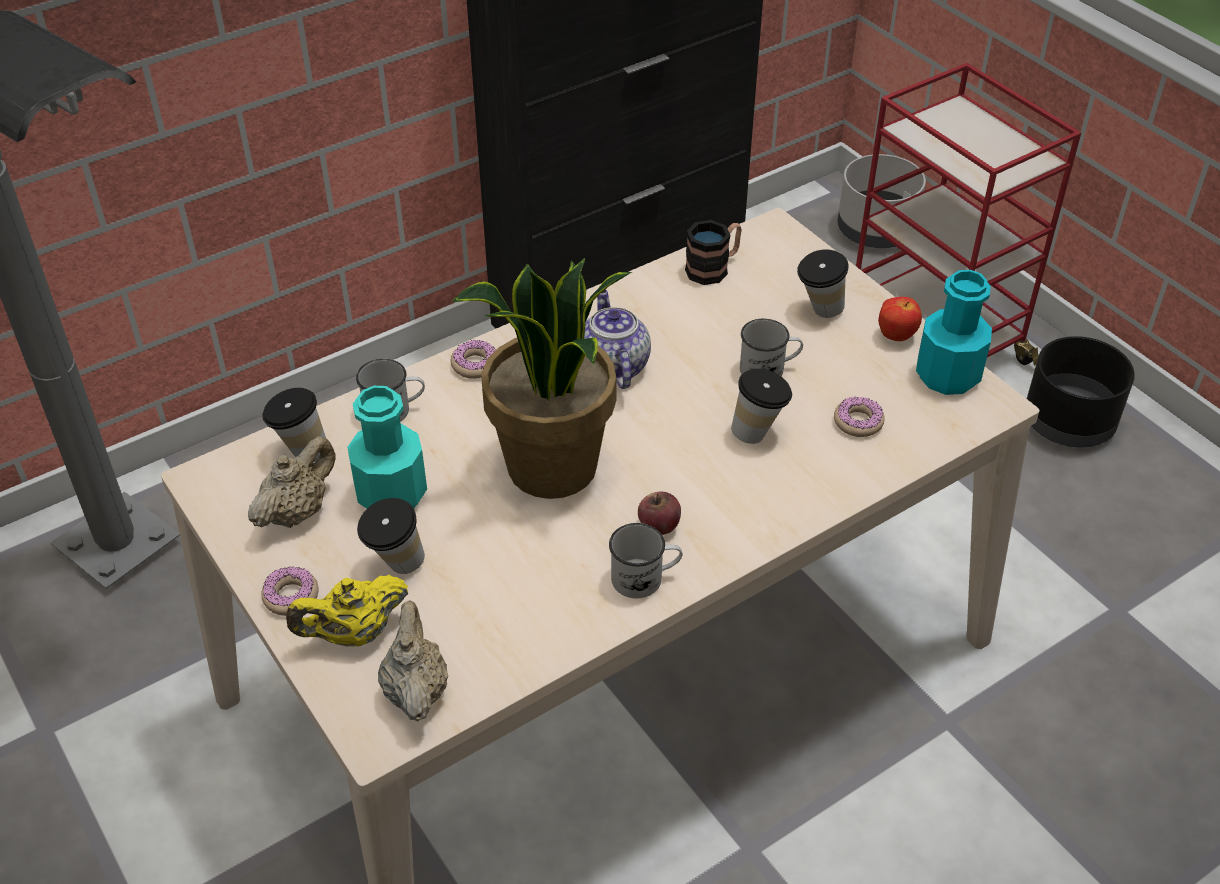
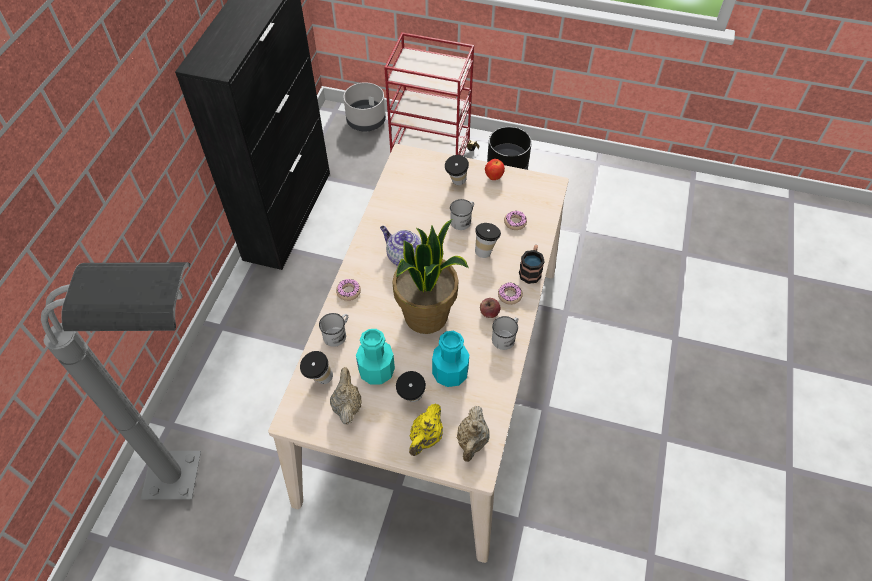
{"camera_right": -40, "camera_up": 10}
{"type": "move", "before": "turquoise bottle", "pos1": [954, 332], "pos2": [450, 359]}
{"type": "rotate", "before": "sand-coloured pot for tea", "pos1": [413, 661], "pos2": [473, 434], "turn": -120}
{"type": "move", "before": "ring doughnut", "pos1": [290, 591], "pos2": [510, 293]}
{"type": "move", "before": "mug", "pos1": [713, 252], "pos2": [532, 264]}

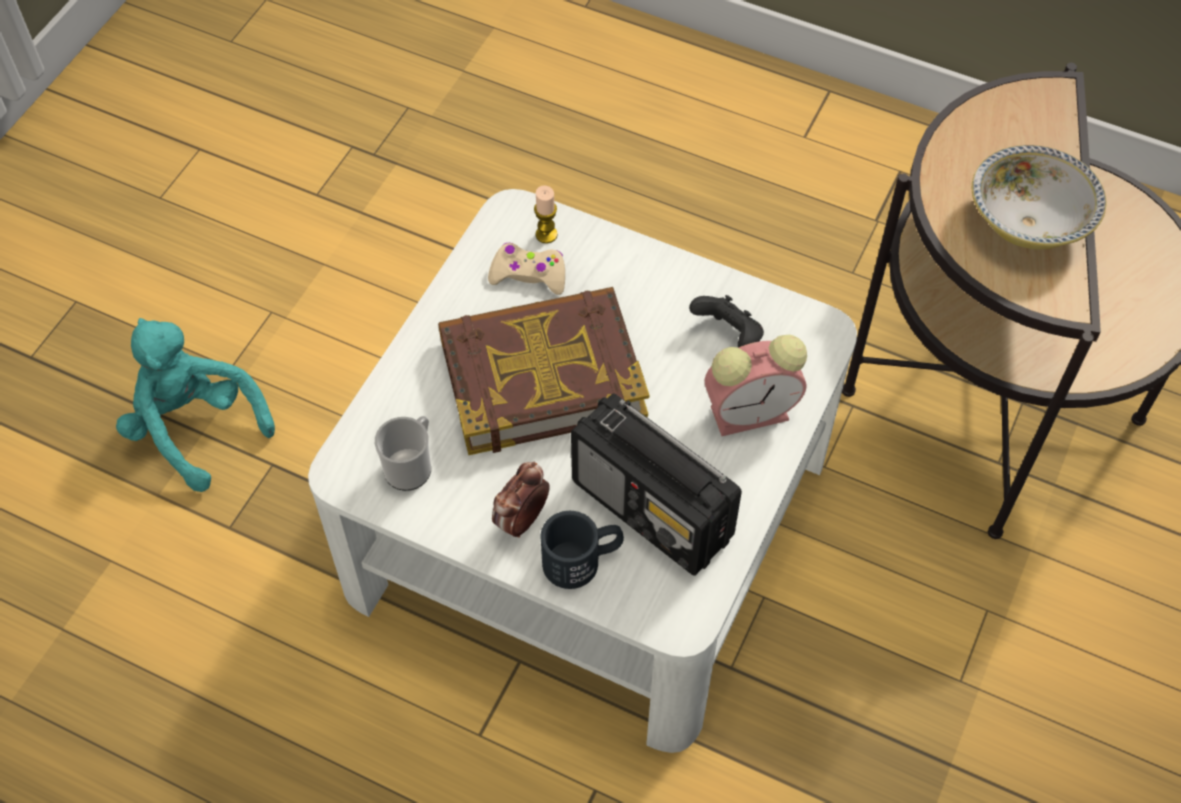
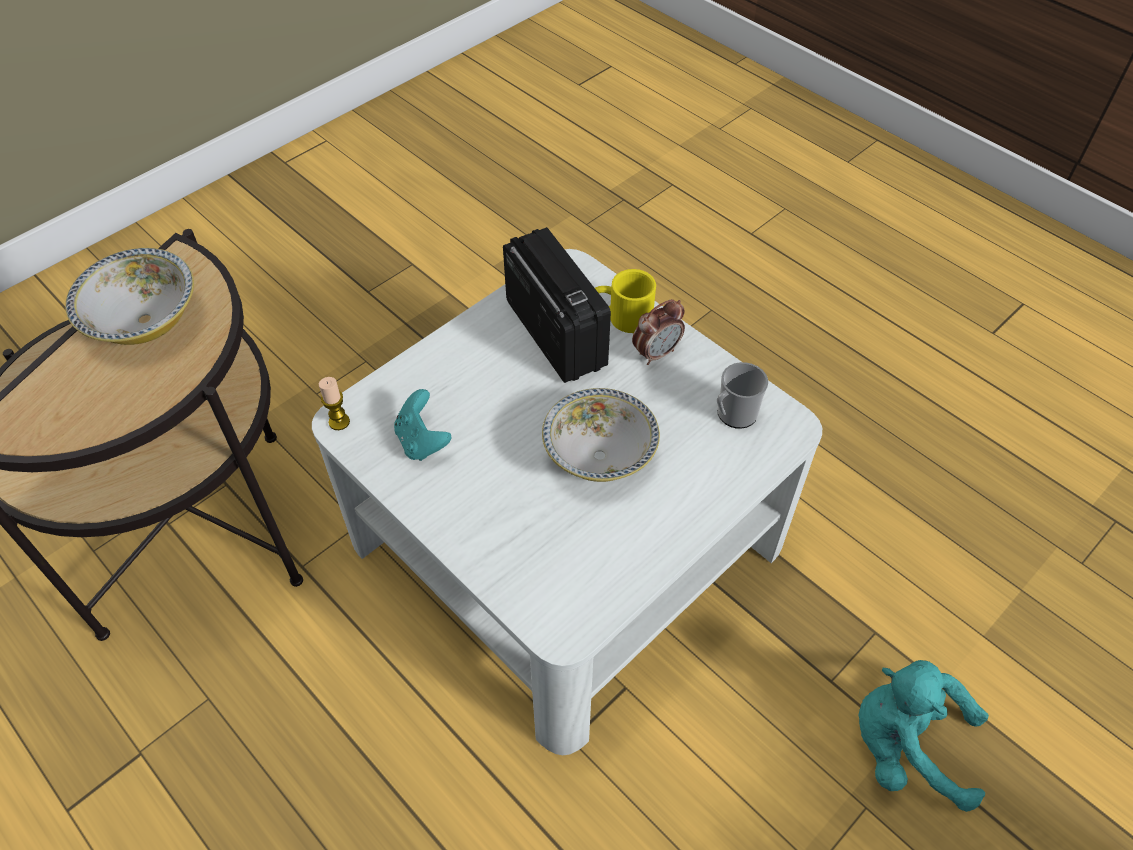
{"camera_right": -160, "camera_up": -5}
{"type": "move", "before": "wax candle", "pos1": [546, 214], "pos2": [334, 403]}
{"type": "recolor", "before": "blackish joypad", "after": "turquoise joypad", "pos1": [726, 321], "pos2": [423, 425]}
{"type": "replace", "before": "book", "after": "serving bowl", "pos1": [543, 371], "pos2": [601, 435]}
{"type": "recolor", "before": "blackish mug", "after": "yellow-coloured mug", "pos1": [582, 550], "pos2": [625, 301]}
{"type": "rotate", "before": "turquoise cuddly toy", "pos1": [195, 405], "pos2": [923, 736], "turn": 135}
{"type": "delete", "before": "sand-coloured joypad", "pos1": [526, 269]}
{"type": "delete", "before": "bedside clock", "pos1": [756, 385]}

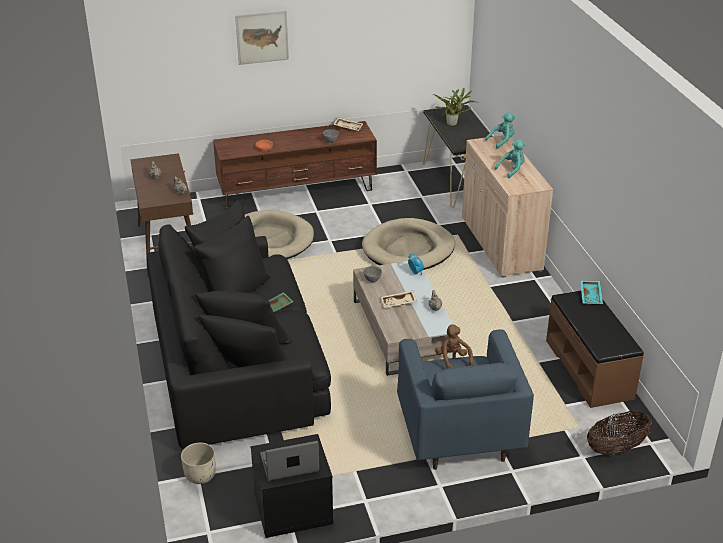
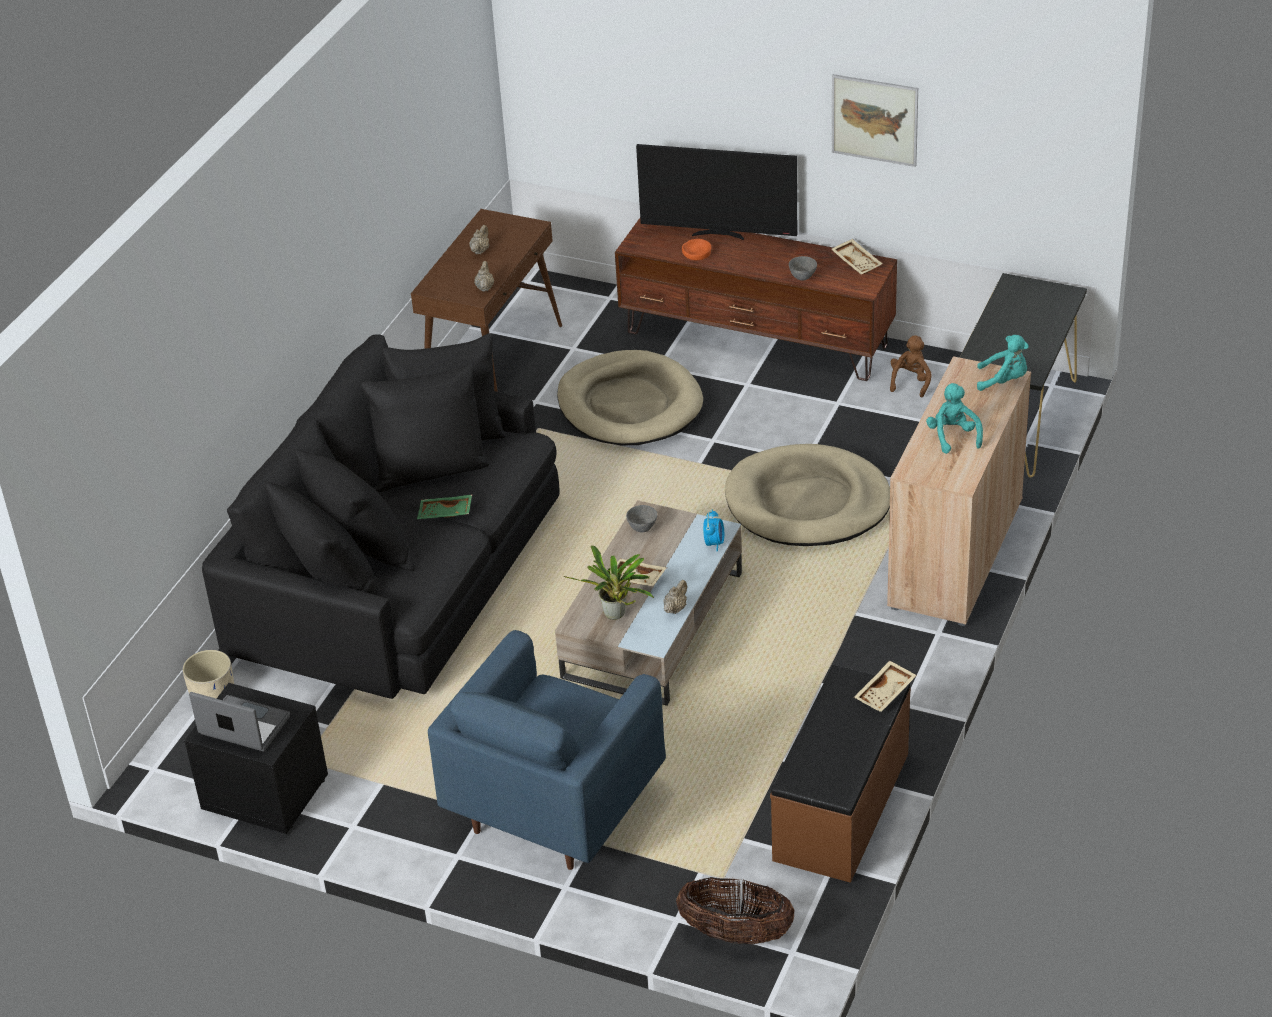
{"camera_right": 40, "camera_up": 5}
{"type": "move", "before": "potted plant", "pos1": [455, 107], "pos2": [609, 582]}
{"type": "insert", "after": "TV", "pos2": [716, 192]}
{"type": "move", "before": "wall art", "pos1": [262, 38], "pos2": [875, 120]}
{"type": "recolor", "before": "turquoise carrying tray", "after": "sand-coloured carrying tray", "pos1": [591, 292], "pos2": [885, 686]}
{"type": "move", "before": "brown-coloured cuddly toy", "pos1": [454, 346], "pos2": [911, 366]}
{"type": "rotate", "before": "turquoise cuddly toy", "pos1": [510, 159], "pos2": [954, 418], "turn": -105}

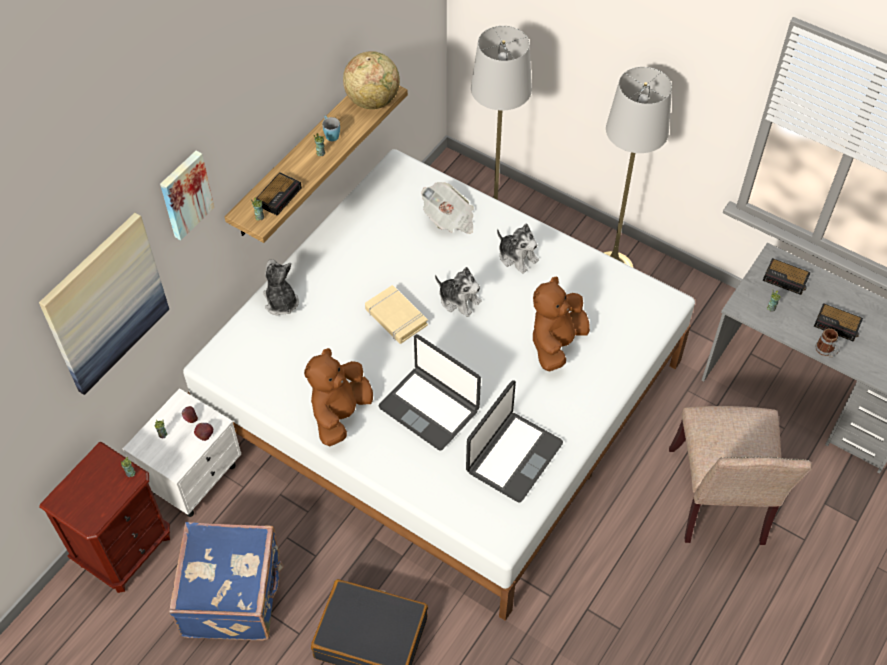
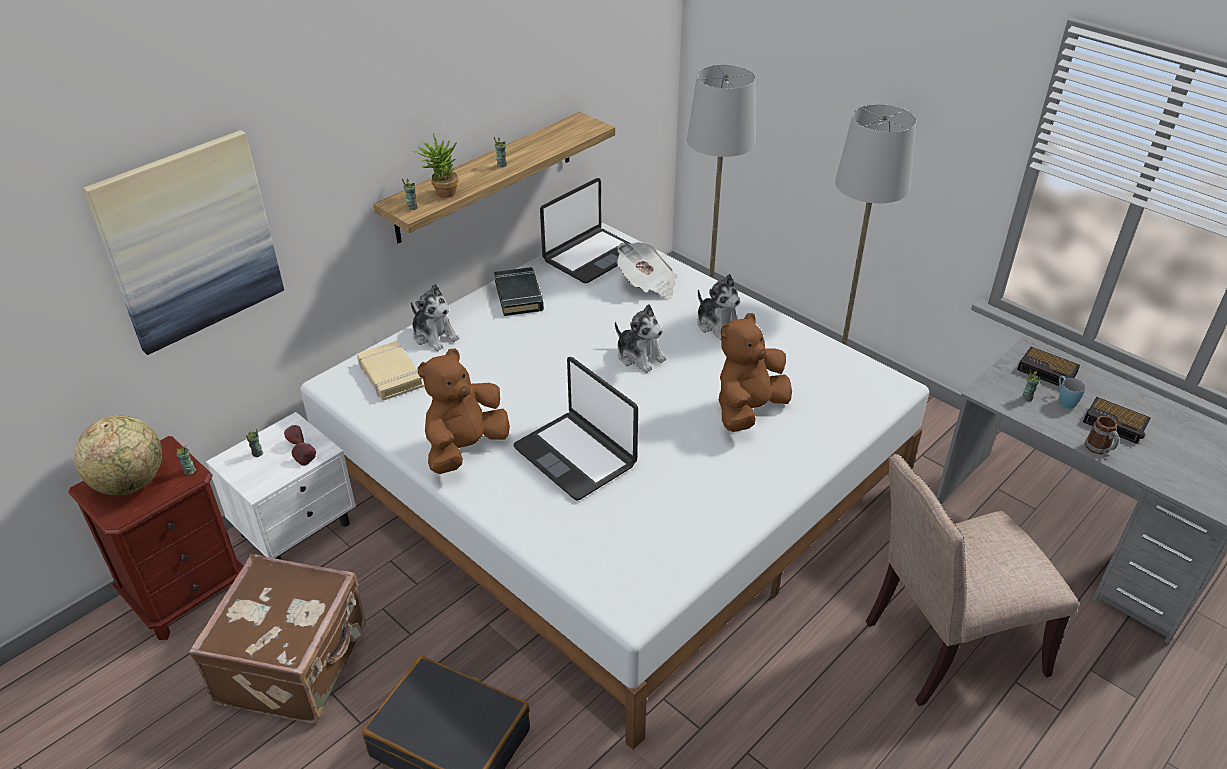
{"camera_right": 10, "camera_up": -15}
{"type": "move", "before": "world globe", "pos1": [371, 80], "pos2": [118, 455]}
{"type": "recolor", "before": "blue-coloured piece of luggage", "after": "brown-coloured piece of luggage", "pos1": [226, 581], "pos2": [277, 638]}
{"type": "move", "before": "sand-coloured book", "pos1": [396, 314], "pos2": [390, 371]}
{"type": "rotate", "before": "cuddly toy", "pos1": [281, 287], "pos2": [435, 317], "turn": 150}
{"type": "replace", "before": "bedside clock", "after": "potted plant", "pos1": [279, 194], "pos2": [435, 166]}
{"type": "insert", "after": "blackish book", "pos2": [519, 291]}
{"type": "move", "before": "notebook computer", "pos1": [514, 441], "pos2": [586, 230]}
{"type": "rotate", "before": "sand-coloured plain chair", "pos1": [740, 475], "pos2": [972, 580], "turn": 60}
{"type": "move", "before": "blue-coloured mug", "pos1": [331, 128], "pos2": [1072, 392]}
{"type": "delete", "before": "wall art", "pos1": [187, 195]}

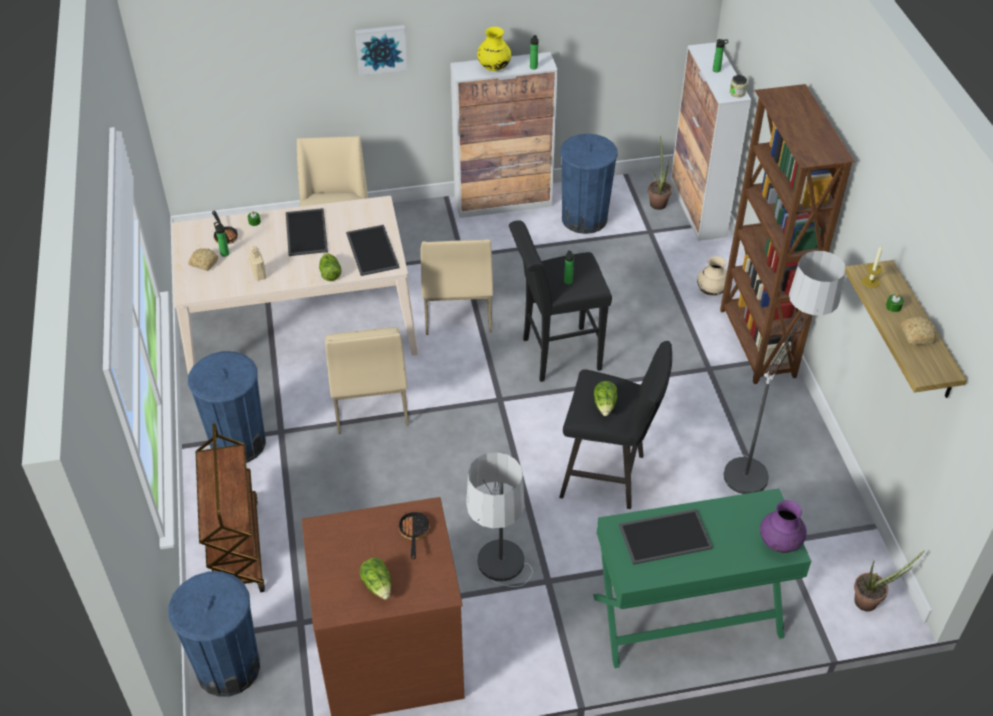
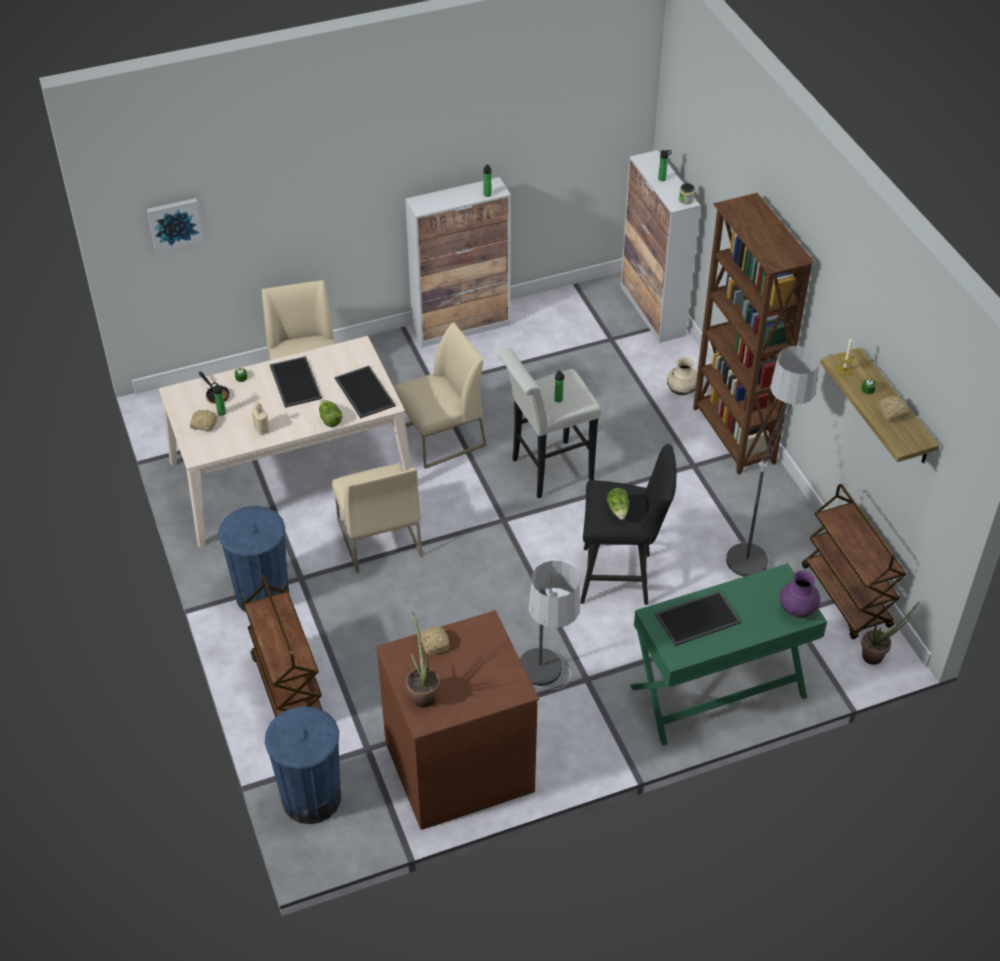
{"camera_right": -10, "camera_up": 0}
{"type": "move", "before": "wall art", "pos1": [381, 50], "pos2": [175, 225]}
{"type": "rotate", "before": "sand-coloured plain chair", "pos1": [456, 287], "pos2": [440, 395], "turn": -105}
{"type": "move", "before": "potted plant", "pos1": [660, 173], "pos2": [423, 660]}
{"type": "insert", "after": "bread", "pos2": [435, 640]}
{"type": "recolor", "before": "blackish stool seat", "after": "white-coloured stool seat", "pos1": [560, 301], "pos2": [549, 423]}
{"type": "insert", "after": "brown-coloured cart", "pos2": [854, 561]}
{"type": "delete", "before": "head of lettuce", "pos1": [375, 578]}
{"type": "delete", "before": "skillet", "pos1": [414, 535]}
{"type": "delete", "before": "yellow-coloured vase", "pos1": [494, 49]}
{"type": "delete", "before": "blue-coloured rubbish bin", "pos1": [589, 184]}

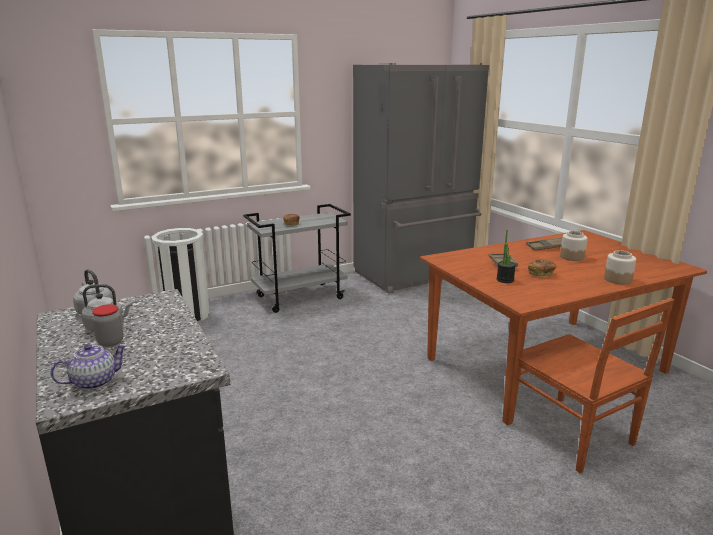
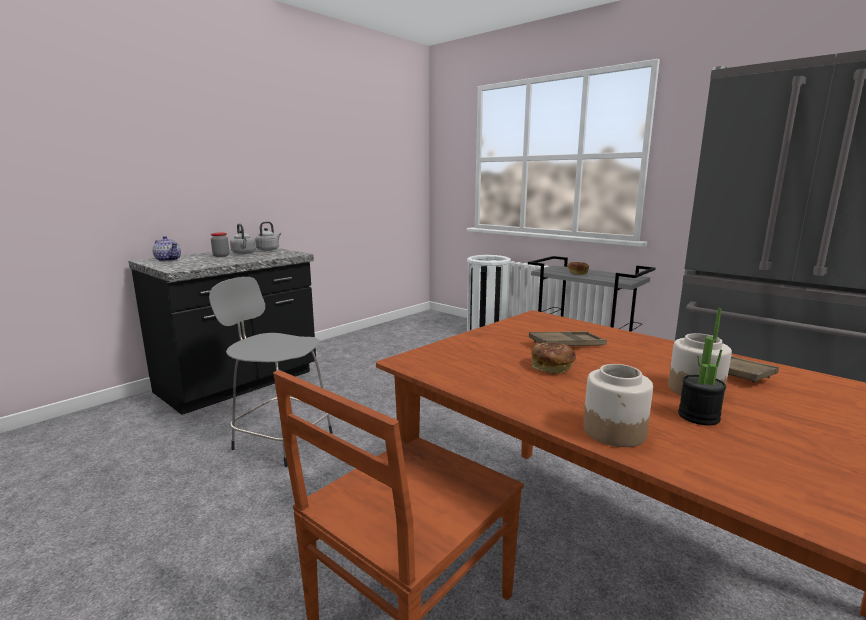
{"camera_right": 70, "camera_up": -5}
{"type": "insert", "after": "gray stool seat", "pos2": [271, 372]}
{"type": "move", "before": "potted plant", "pos1": [506, 256], "pos2": [702, 366]}

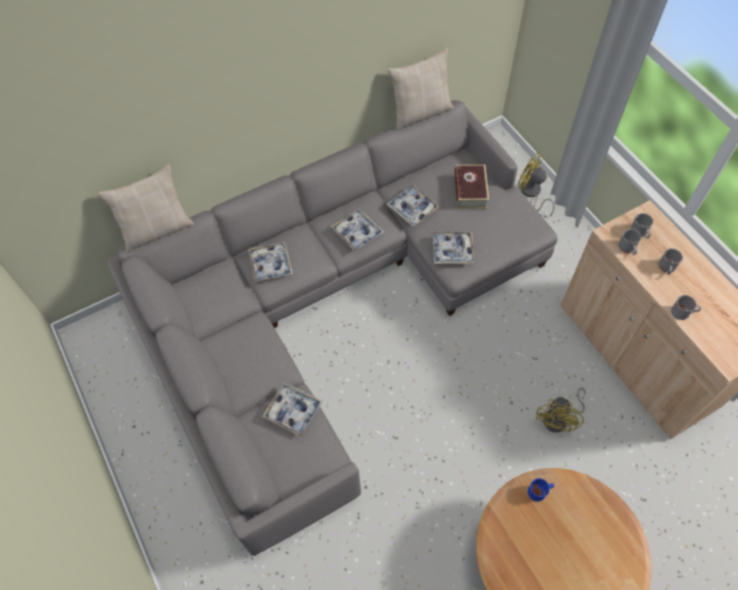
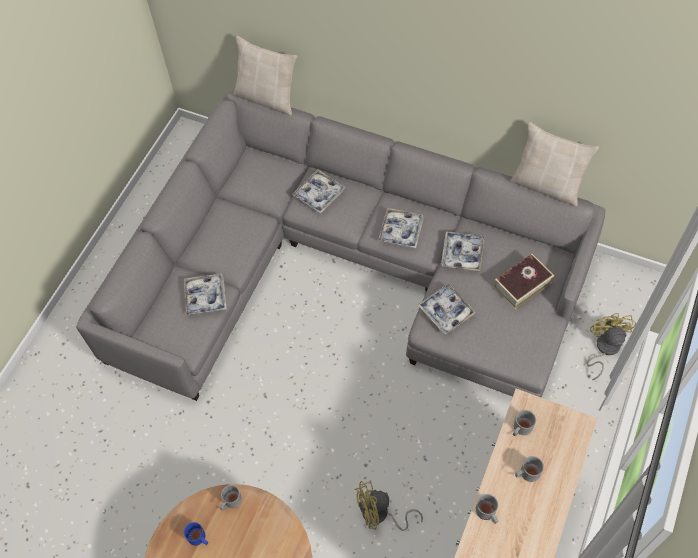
{"camera_right": 55, "camera_up": 0}
{"type": "move", "before": "blue-coloured mug", "pos1": [541, 490], "pos2": [196, 534]}
{"type": "move", "before": "gray mug", "pos1": [642, 226], "pos2": [231, 498]}

